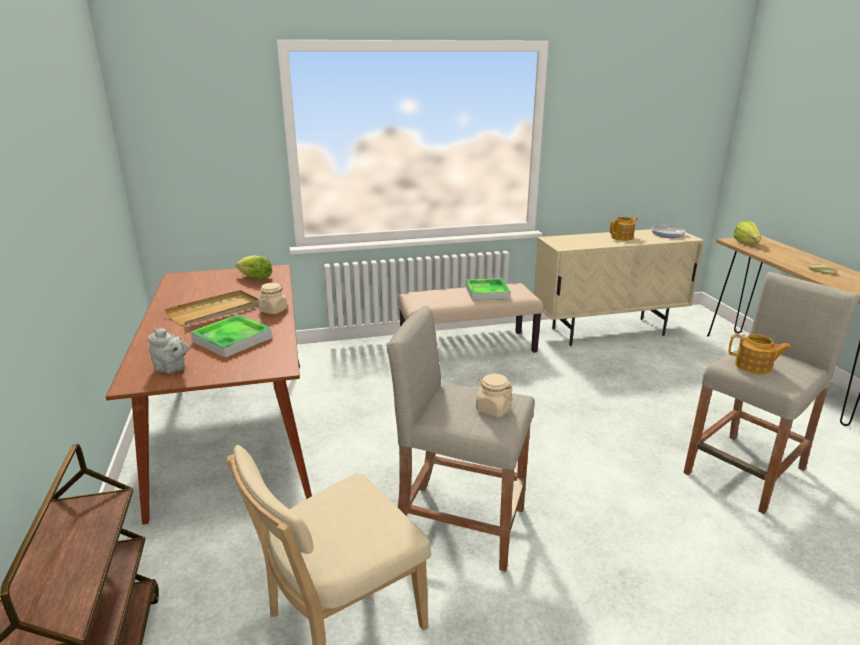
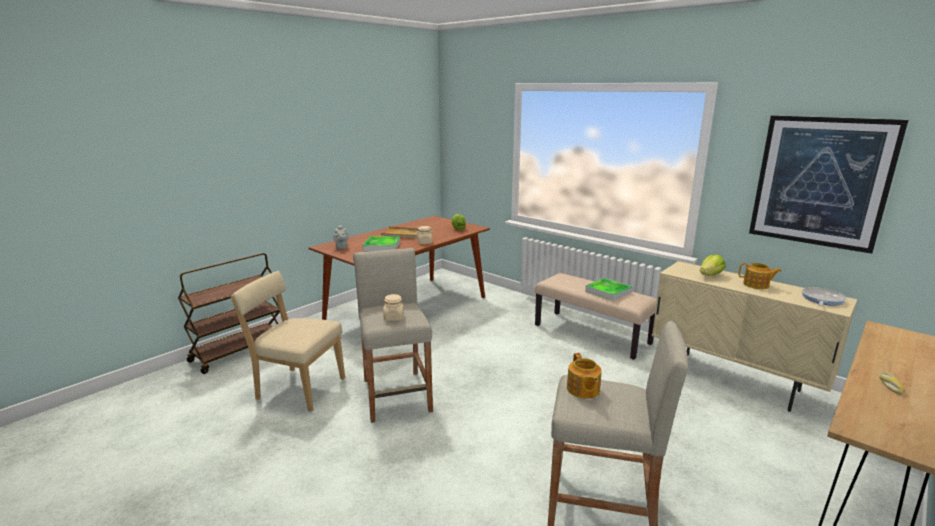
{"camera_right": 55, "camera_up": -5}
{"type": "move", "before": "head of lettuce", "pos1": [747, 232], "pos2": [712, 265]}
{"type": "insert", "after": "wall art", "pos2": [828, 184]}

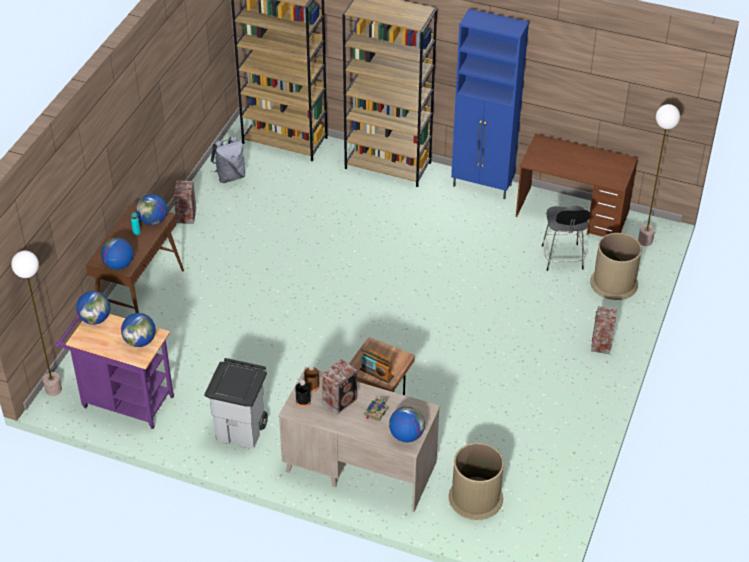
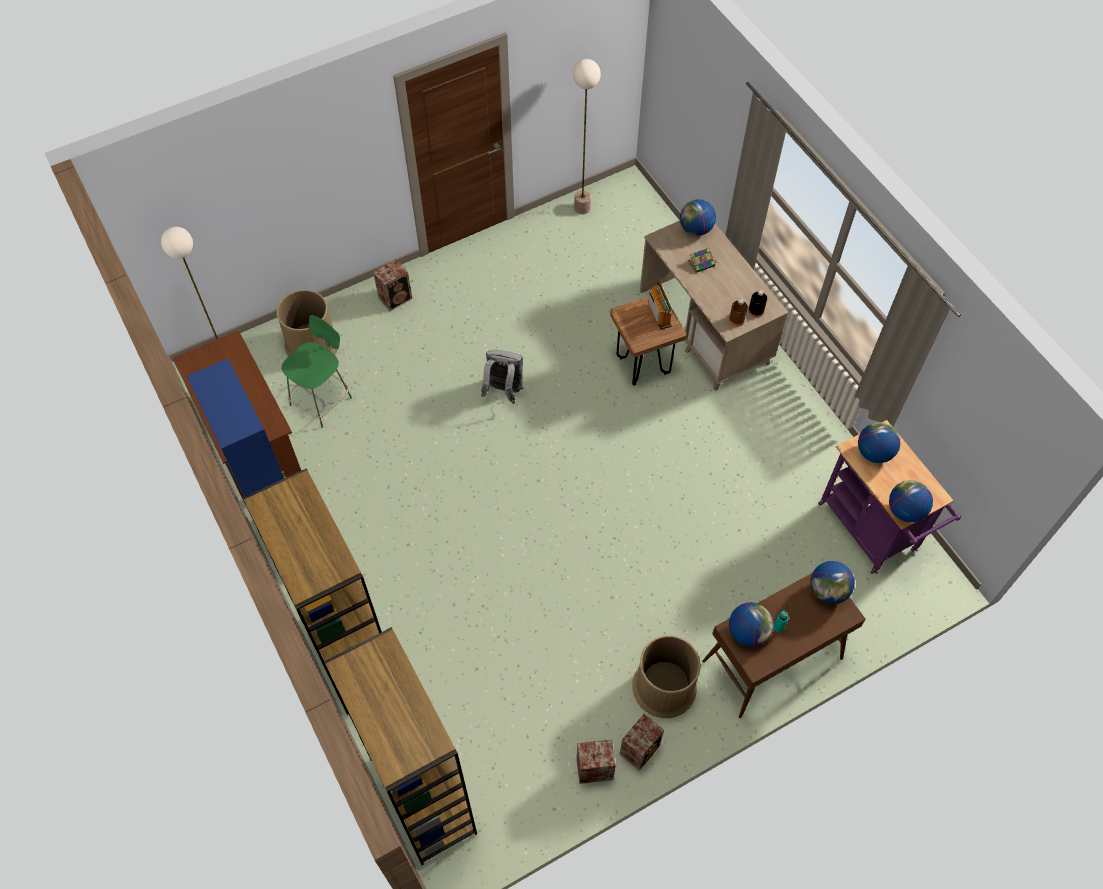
{"camera_right": -140, "camera_up": 15}
{"type": "recolor", "before": "blackish plain chair", "after": "green plain chair", "pos1": [566, 238], "pos2": [316, 371]}
{"type": "move", "before": "gray knapsack", "pos1": [228, 160], "pos2": [502, 376]}
{"type": "move", "before": "standing lamp", "pos1": [36, 323], "pos2": [587, 136]}
{"type": "move", "before": "audio speaker", "pos1": [339, 387], "pos2": [596, 762]}
{"type": "move", "before": "brown-coloured rubbish bin", "pos1": [476, 481], "pos2": [666, 676]}
{"type": "delete", "before": "gray rubbish bin", "pos1": [236, 403]}

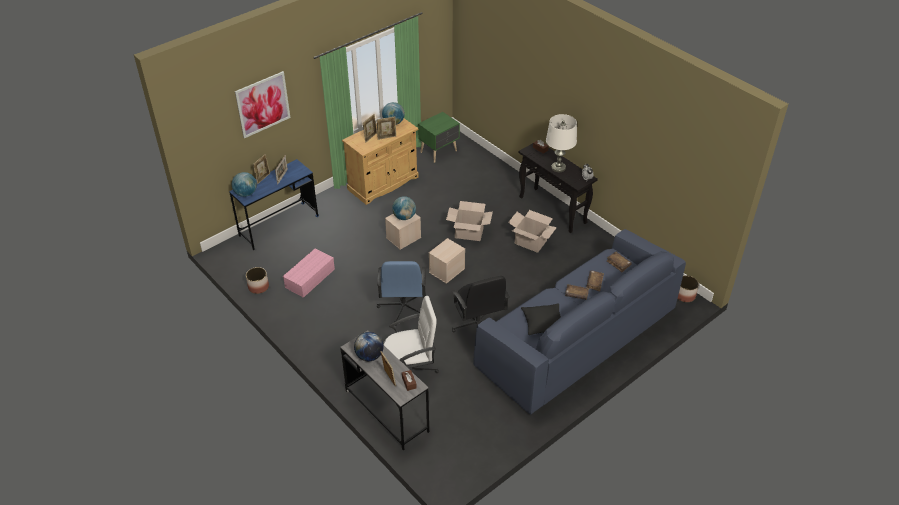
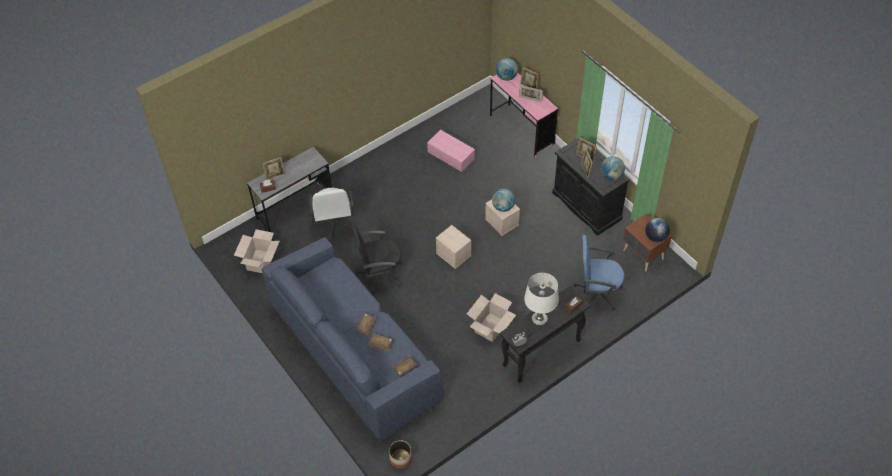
{"camera_right": 95, "camera_up": 10}
{"type": "move", "before": "cardboard box", "pos1": [469, 221], "pos2": [257, 251]}
{"type": "recolor", "before": "blue-coloured desk", "after": "pinkish desk", "pos1": [274, 204], "pos2": [524, 115]}
{"type": "recolor", "before": "sand-coloured cupboard", "after": "blackish cupboard", "pos1": [380, 161], "pos2": [591, 186]}
{"type": "move", "before": "blue-coloured computer chair", "pos1": [401, 293], "pos2": [599, 273]}
{"type": "recolor", "before": "green night table", "after": "brown-coloured night table", "pos1": [439, 137], "pos2": [647, 242]}
{"type": "move", "before": "world globe", "pos1": [369, 346], "pos2": [657, 230]}
{"type": "delete", "before": "wall art", "pos1": [262, 104]}
{"type": "delete", "before": "flower pot", "pos1": [257, 280]}
{"type": "delete", "before": "blackish pillow", "pos1": [541, 319]}

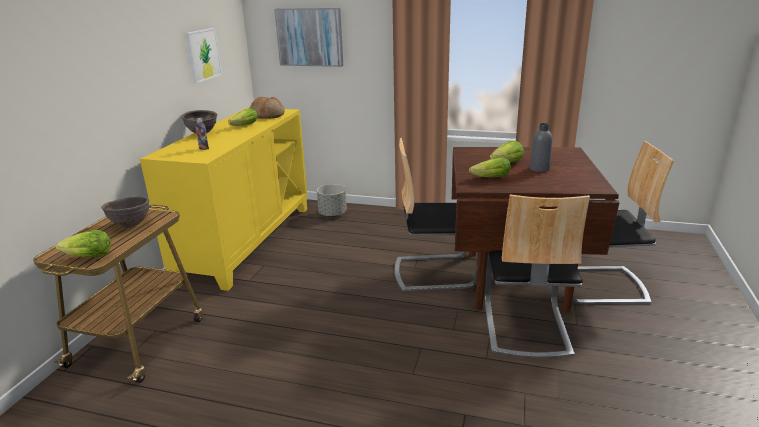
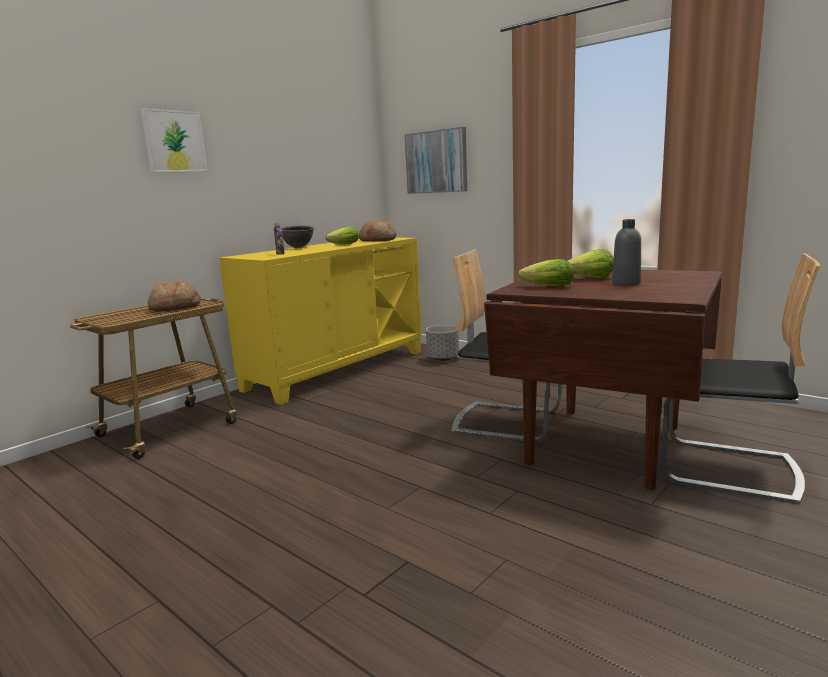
{"camera_right": 25, "camera_up": -10}
{"type": "move", "before": "wall art", "pos1": [204, 55], "pos2": [174, 140]}
{"type": "replace", "before": "brown-coloured serving bowl", "after": "bread", "pos1": [125, 212], "pos2": [174, 296]}
{"type": "delete", "before": "head of lettuce", "pos1": [83, 243]}
{"type": "delete", "before": "plain chair", "pos1": [537, 276]}

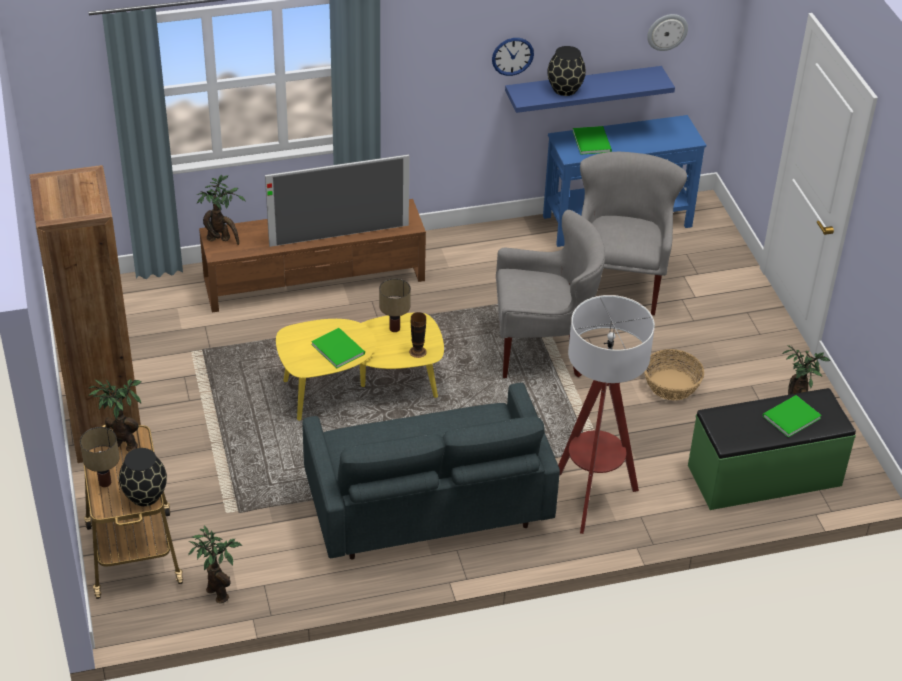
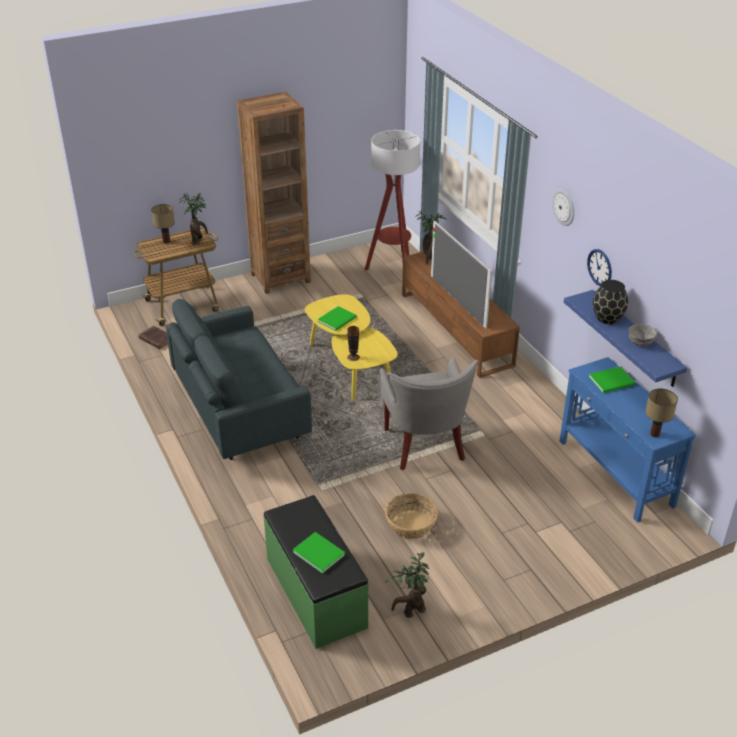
{"camera_right": 80, "camera_up": -5}
{"type": "replace", "before": "potted plant", "after": "brown-coloured book", "pos1": [215, 564], "pos2": [153, 337]}
{"type": "move", "before": "standing lamp", "pos1": [606, 414], "pos2": [392, 200]}
{"type": "move", "before": "hanging clock", "pos1": [667, 32], "pos2": [563, 207]}
{"type": "insert", "after": "gray serving bowl", "pos2": [642, 335]}
{"type": "move", "before": "lamp for a table", "pos1": [395, 305], "pos2": [661, 412]}
{"type": "delete", "before": "blackish vase", "pos1": [143, 477]}
{"type": "delete", "before": "gray armchair", "pos1": [633, 233]}

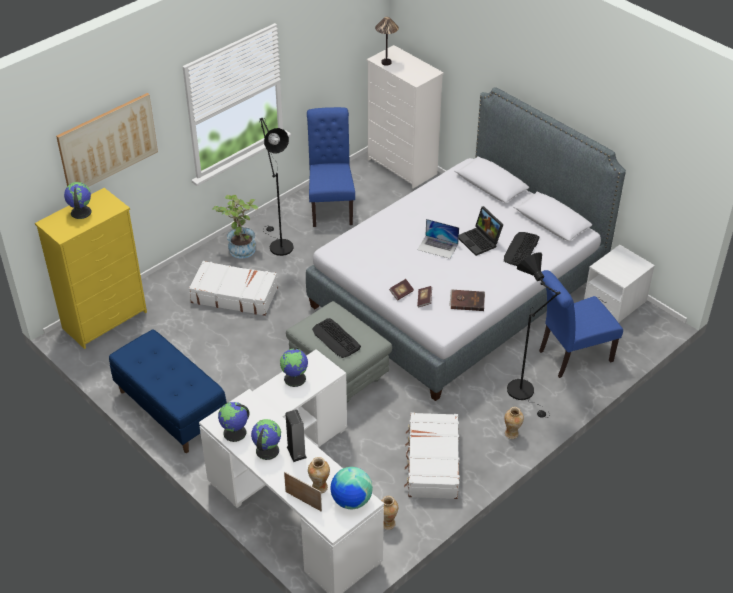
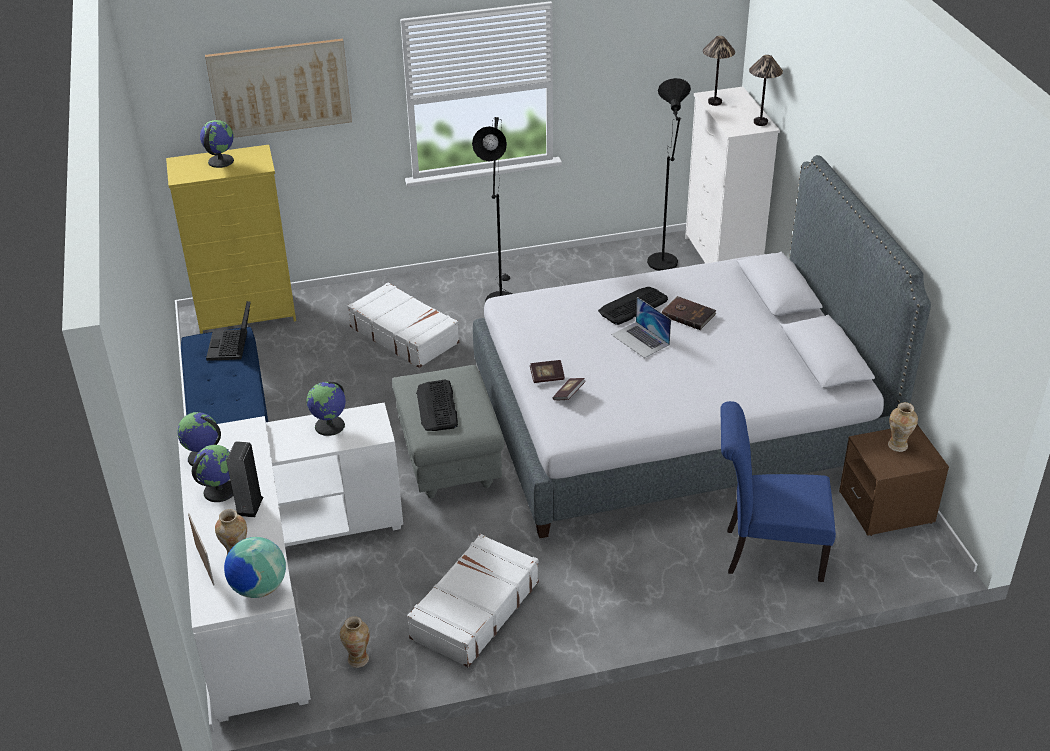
{"camera_right": 30, "camera_up": -5}
{"type": "move", "before": "notebook computer", "pos1": [481, 231], "pos2": [228, 331]}
{"type": "move", "before": "computer keyboard", "pos1": [522, 249], "pos2": [633, 306]}
{"type": "move", "before": "blackish standing lamp", "pos1": [533, 335], "pos2": [669, 174]}
{"type": "move", "before": "brown-coloured book", "pos1": [467, 300], "pos2": [689, 313]}
{"type": "insert", "after": "lamp for a table", "pos2": [766, 90]}
{"type": "recolor", "before": "white-coloured night table", "after": "brown-coloured night table", "pos1": [619, 284], "pos2": [894, 480]}
{"type": "move", "before": "vase", "pos1": [514, 423], "pos2": [903, 427]}
{"type": "delete", "before": "potted plant", "pos1": [235, 227]}
{"type": "delete", "before": "blue-coloured plain chair", "pos1": [331, 167]}

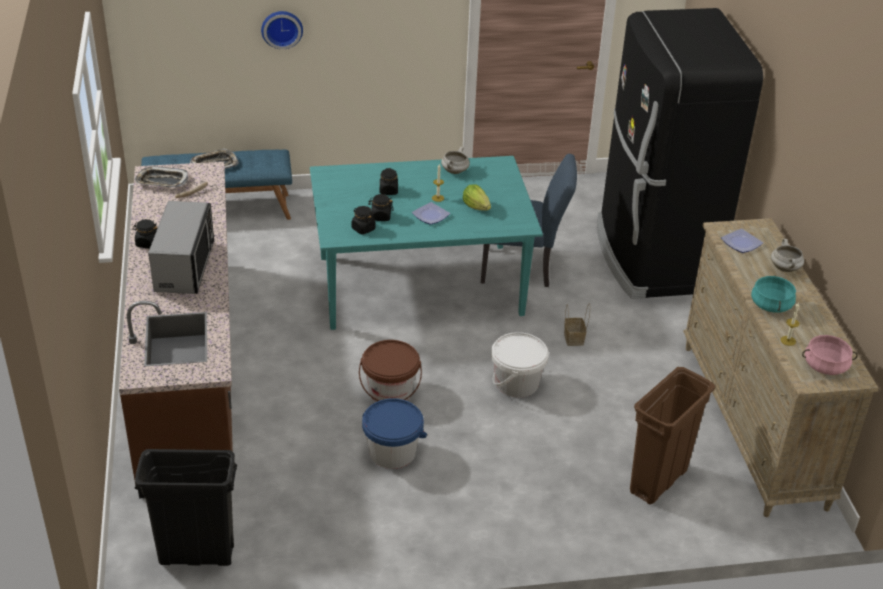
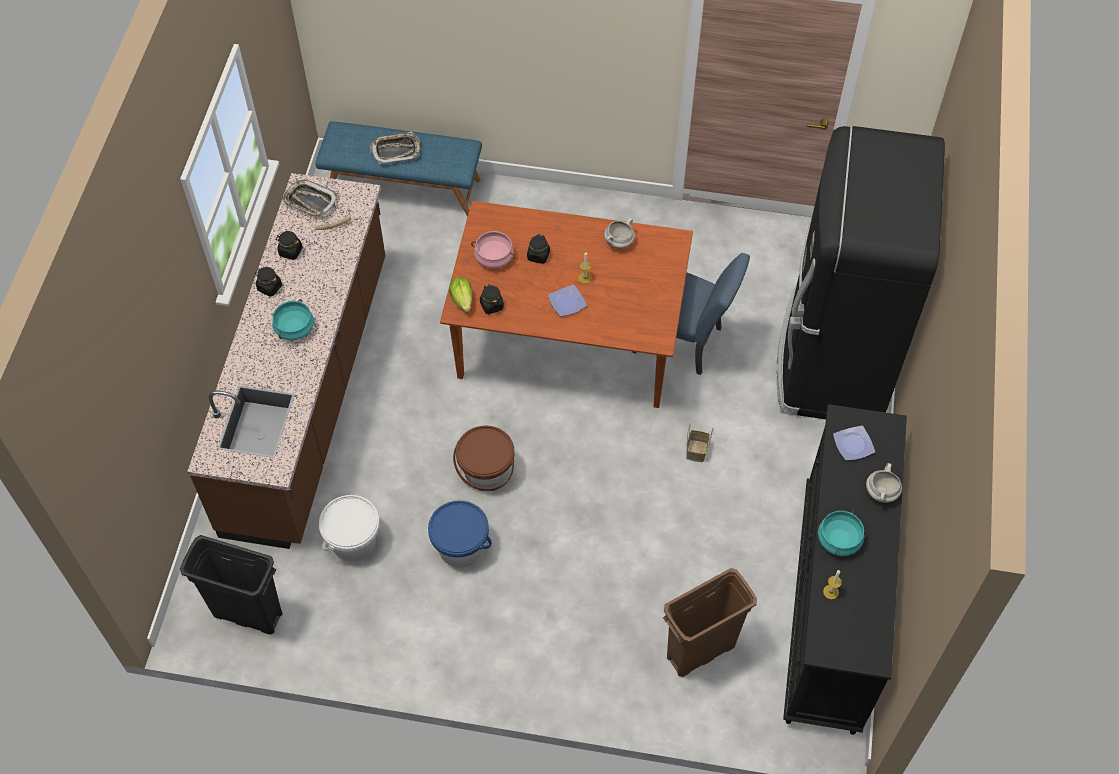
{"camera_right": 20, "camera_up": 20}
{"type": "replace", "before": "microwave oven", "after": "turquoise saucepot", "pos1": [181, 247], "pos2": [293, 319]}
{"type": "move", "before": "blackish jar", "pos1": [380, 207], "pos2": [289, 245]}
{"type": "move", "before": "white-coloured bucket", "pos1": [520, 365], "pos2": [349, 528]}
{"type": "recolor", "before": "turquoise dinner table", "after": "brown-coloured dinner table", "pos1": [426, 243], "pos2": [566, 304]}
{"type": "move", "before": "head of lettuce", "pos1": [477, 197], "pos2": [460, 294]}
{"type": "move", "before": "pinkish saucepot", "pos1": [830, 355], "pos2": [493, 249]}
{"type": "recolor", "before": "sand-coloured dresser", "after": "blackish dresser", "pos1": [780, 367], "pos2": [845, 569]}
{"type": "delete", "before": "hanging clock", "pos1": [282, 30]}

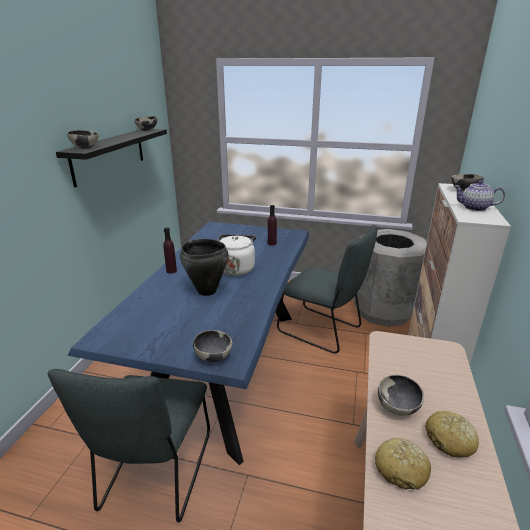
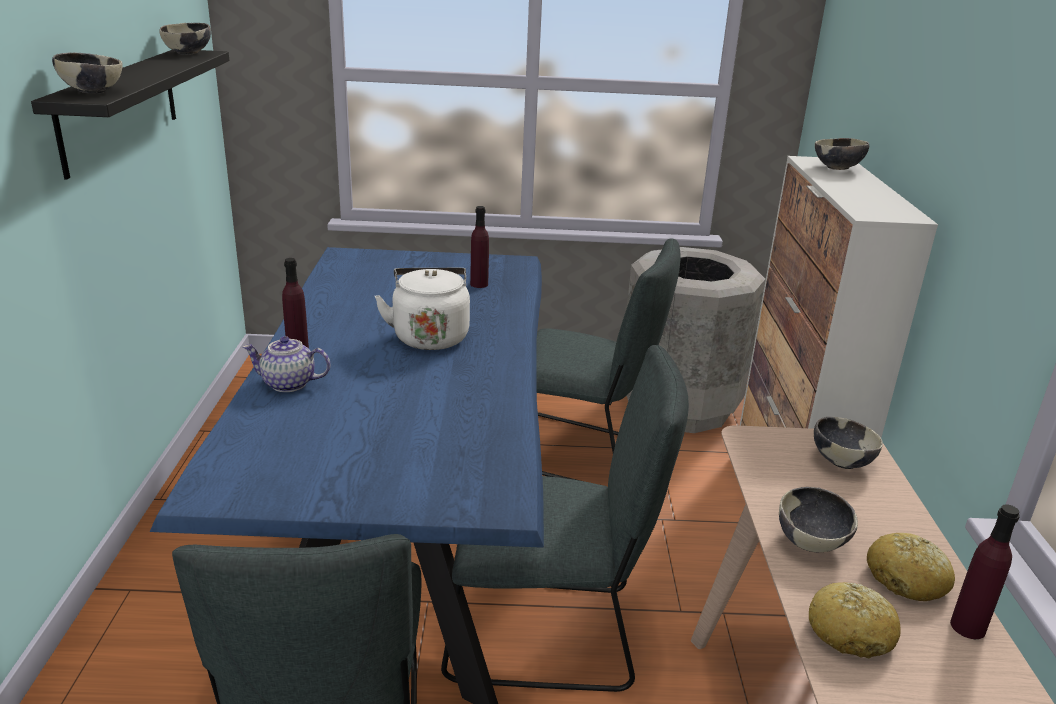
{"camera_right": -15, "camera_up": 0}
{"type": "move", "before": "pot for tea", "pos1": [479, 195], "pos2": [286, 364]}
{"type": "insert", "after": "gray plain chair", "pos2": [565, 518]}
{"type": "move", "before": "serving bowl", "pos1": [212, 346], "pos2": [848, 443]}
{"type": "insert", "after": "purple bottle", "pos2": [985, 571]}
{"type": "delete", "before": "blackish saucepot", "pos1": [204, 267]}

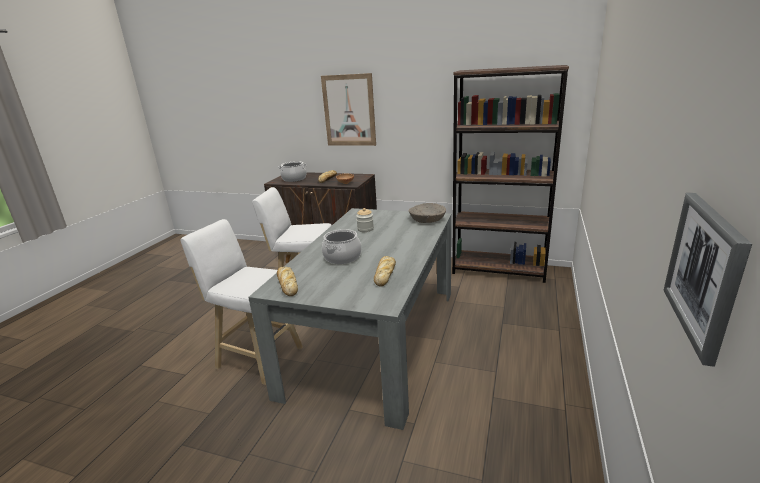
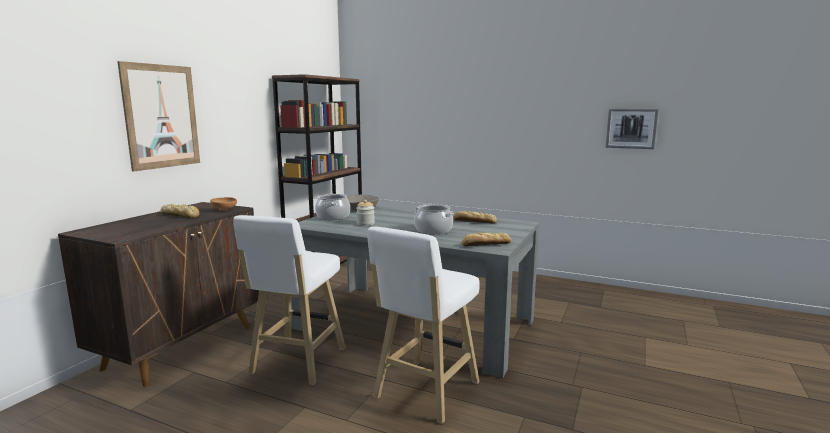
{"camera_right": -85, "camera_up": -10}
{"type": "move", "before": "saucepot", "pos1": [292, 171], "pos2": [332, 207]}

